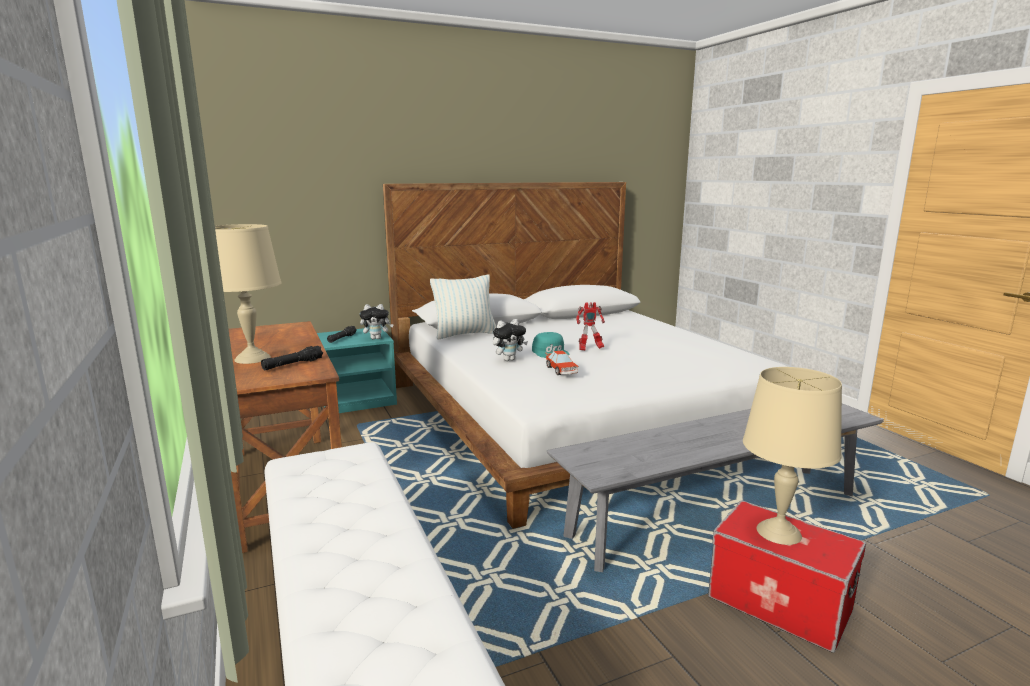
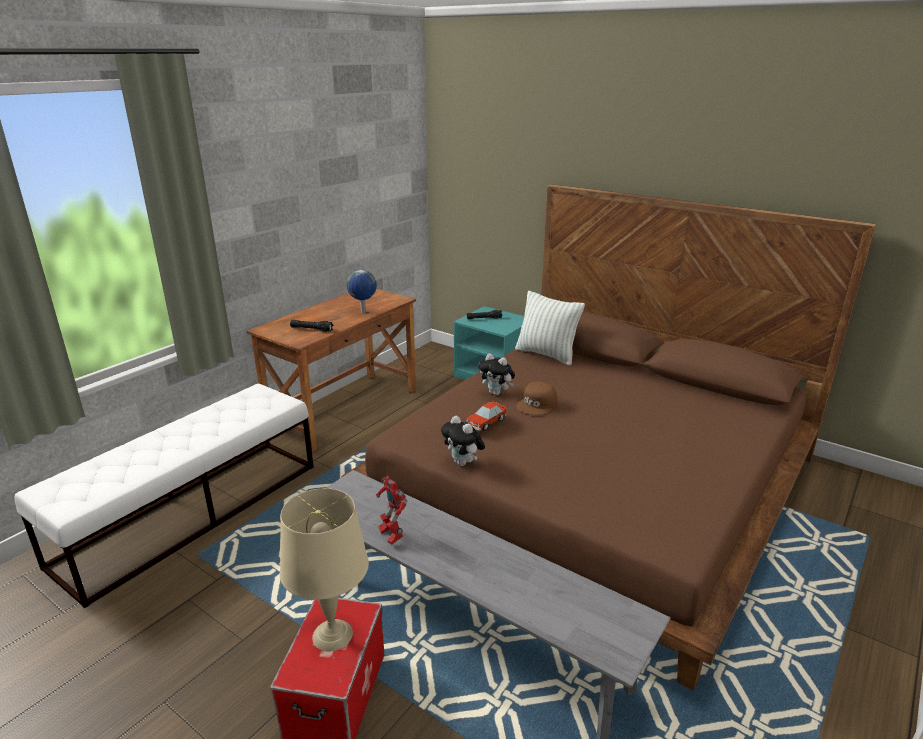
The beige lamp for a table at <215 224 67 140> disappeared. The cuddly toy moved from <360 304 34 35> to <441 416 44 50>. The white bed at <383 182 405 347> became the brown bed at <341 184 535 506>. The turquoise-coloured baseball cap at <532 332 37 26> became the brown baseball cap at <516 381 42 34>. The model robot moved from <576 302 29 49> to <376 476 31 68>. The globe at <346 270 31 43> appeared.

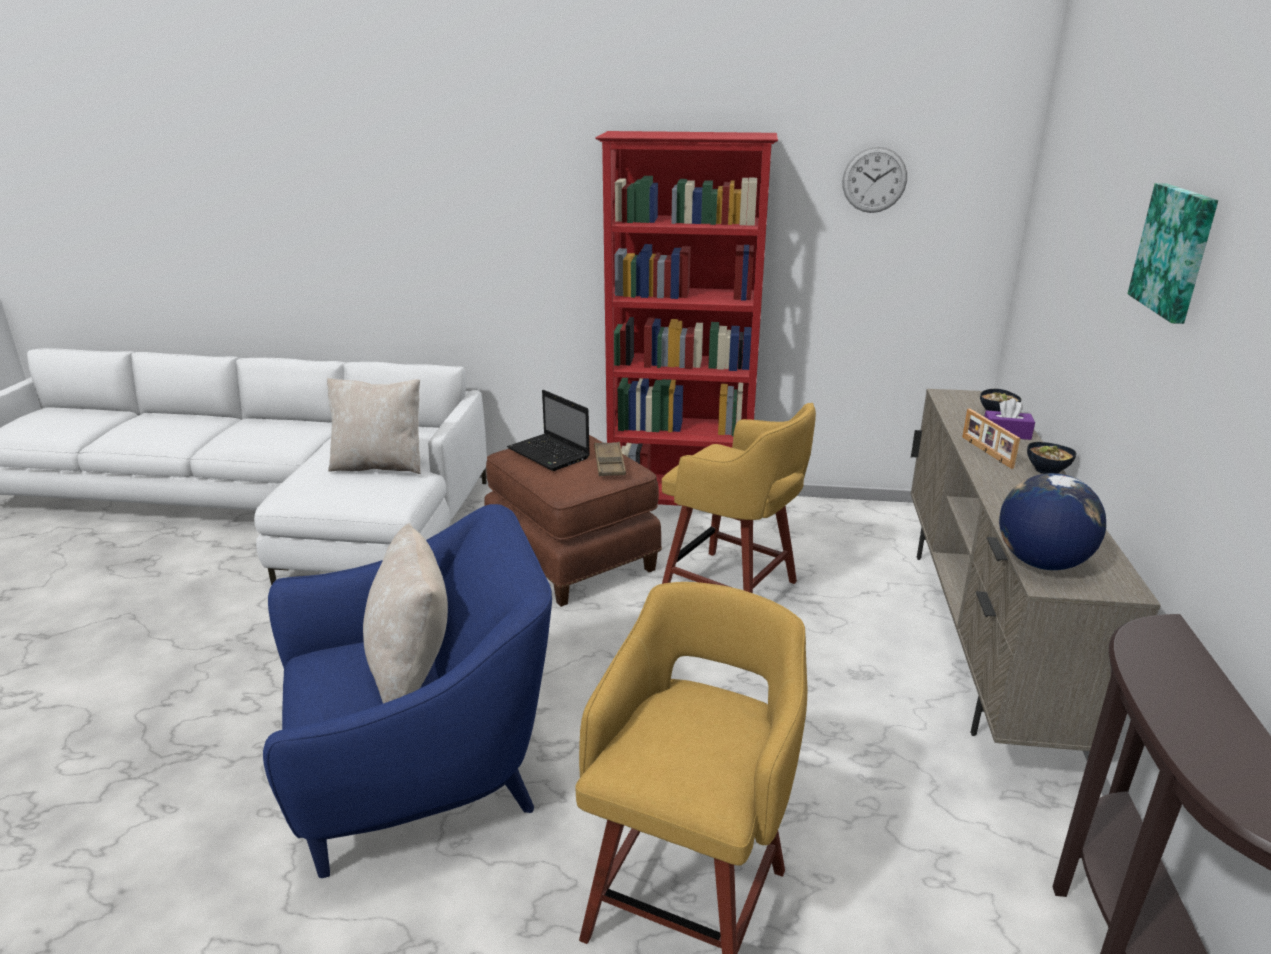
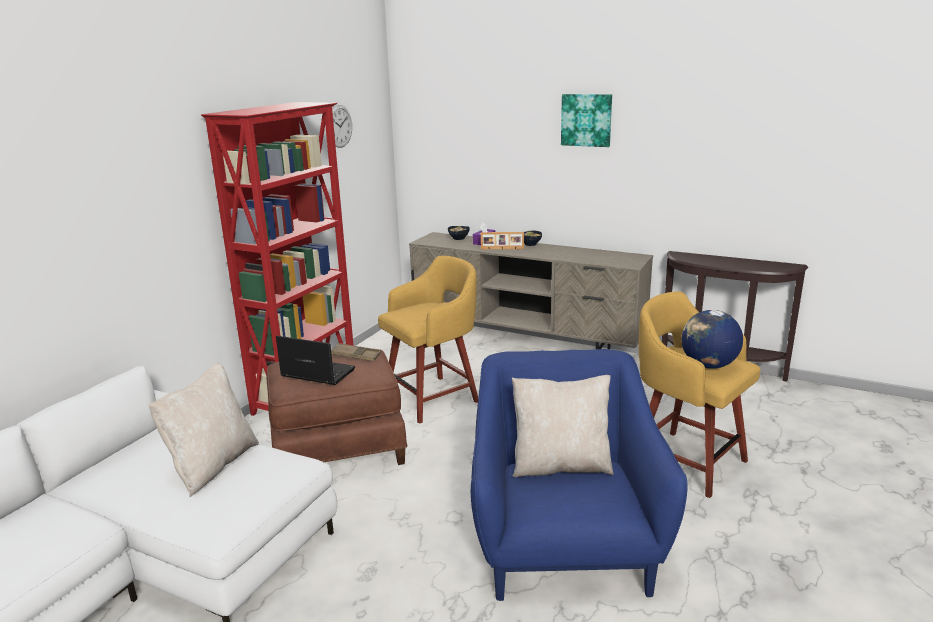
The notebook computer at <507 390 83 81> turned 135 degrees counterclockwise. The globe moved from <999 473 107 97> to <681 310 62 59>.

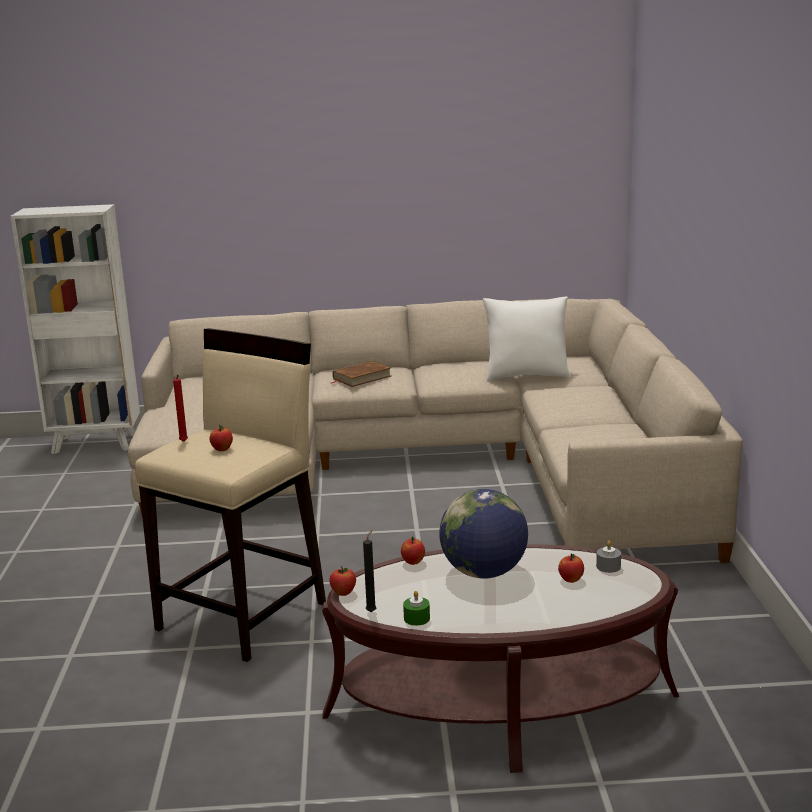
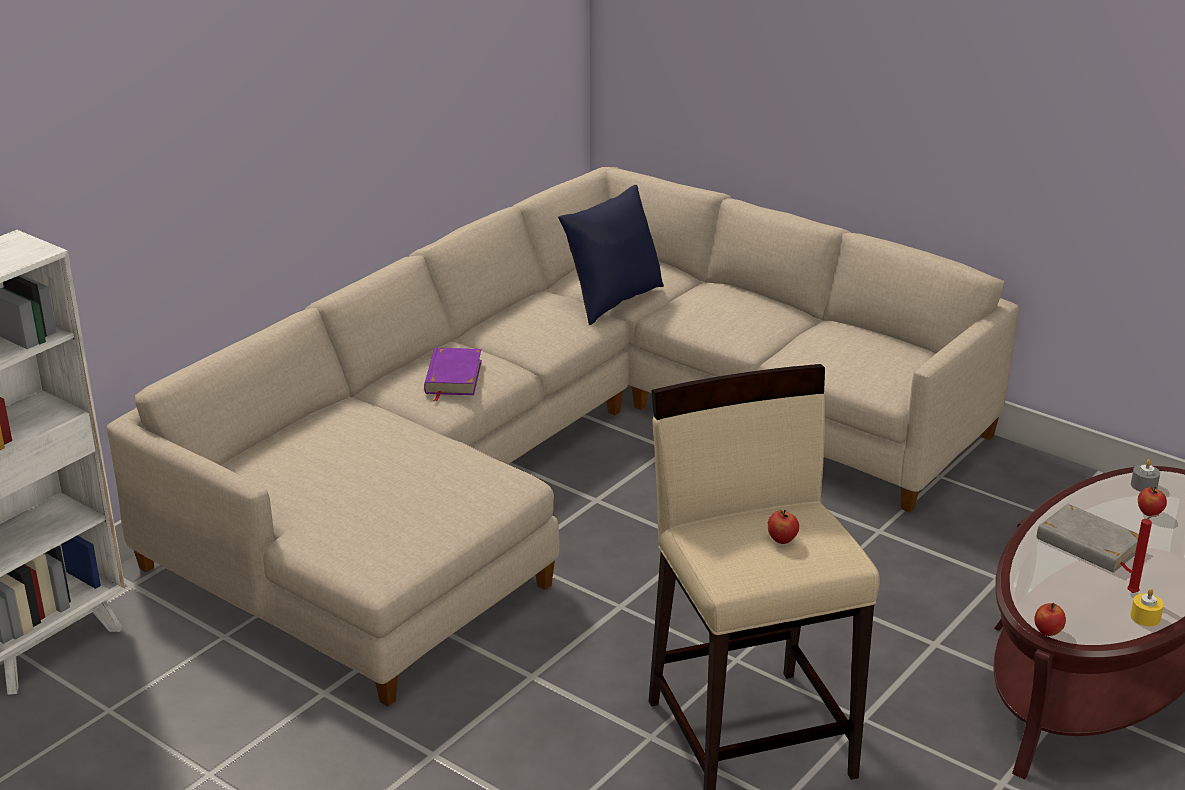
The reddish candle moved from <173 374 15 68> to <1127 515 32 78>. The brown book at <332 361 59 26> became the purplish book at <424 348 58 53>. The blackish candle at <363 530 13 82> disappeared. The apple fruit at <401 536 24 29> disappeared. The greenish candle at <403 591 27 35> became the yellow candle at <1130 589 34 37>. The globe at <439 489 89 90> was replaced by the grey book at <1037 504 102 69>. The white throw pillow at <483 297 88 85> became the blue-coloured throw pillow at <558 185 106 140>.

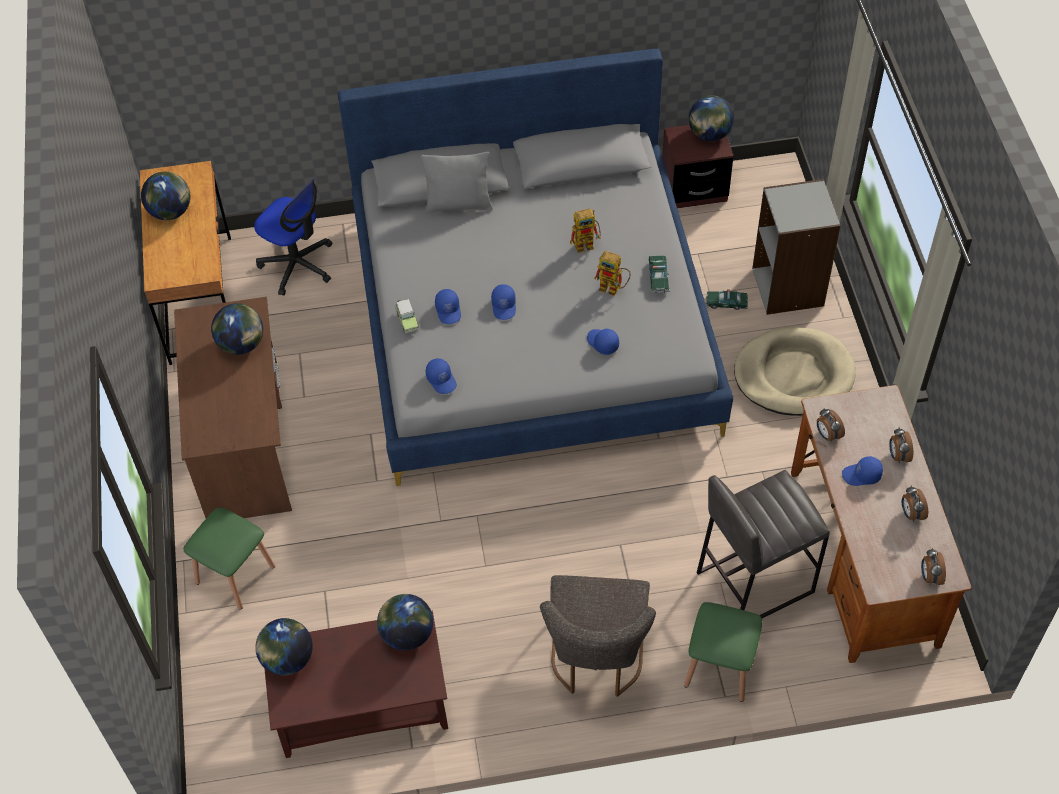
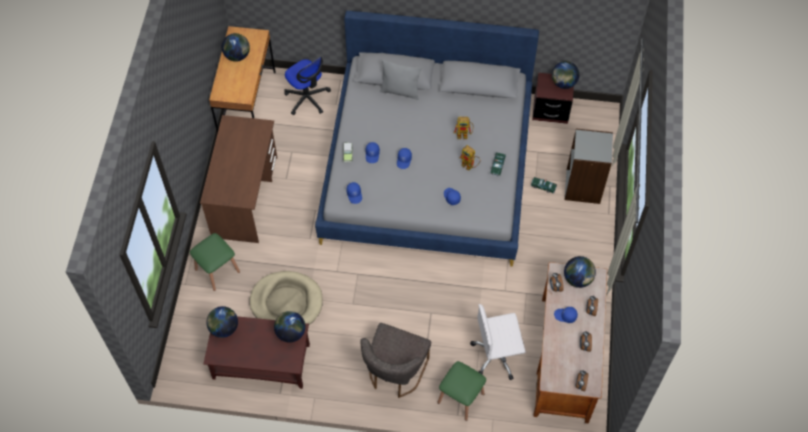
The globe moved from <211 303 52 52> to <564 256 32 32>. The grey stool at <697 470 133 148> was replaced by the white computer chair at <470 304 56 76>. The beige pet bed moved from <734 327 122 89> to <250 271 73 54>.

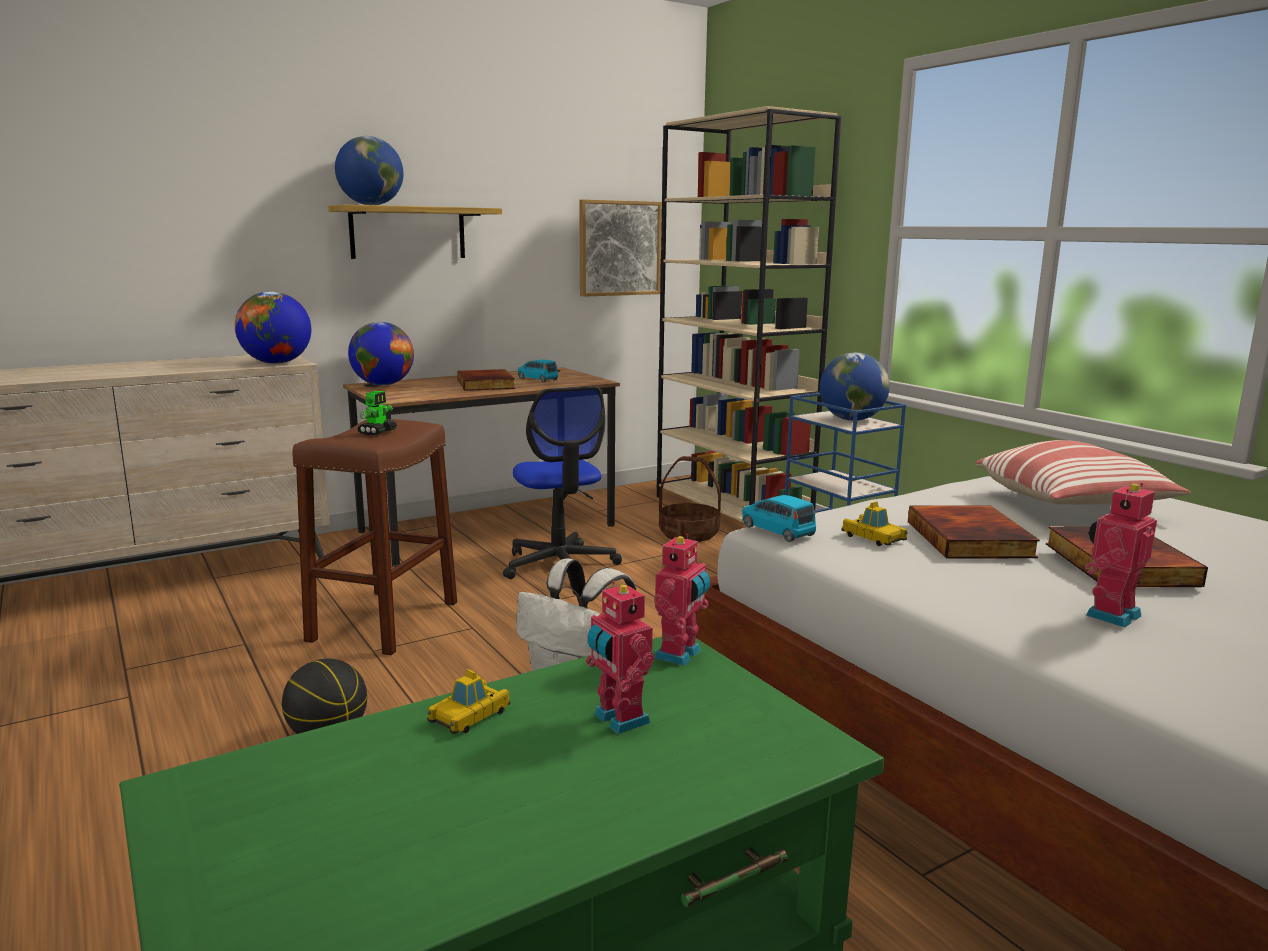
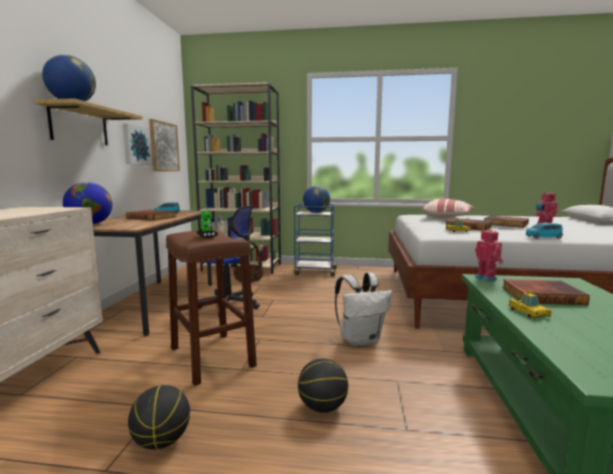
The globe at <235 291 76 73> disappeared. The model robot at <586 581 68 153> was replaced by the book at <502 279 88 26>. The blue-coloured toy car moved from <742 495 74 47> to <526 223 37 16>. The wall art at <123 123 29 42> appeared. The basketball ball at <128 385 62 64> appeared.

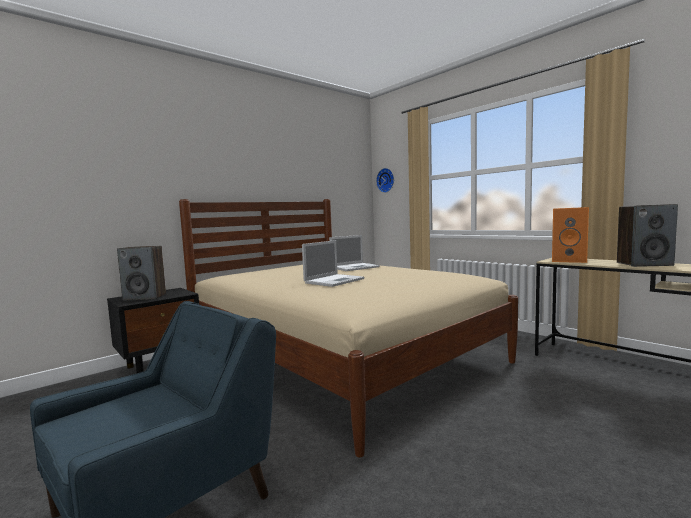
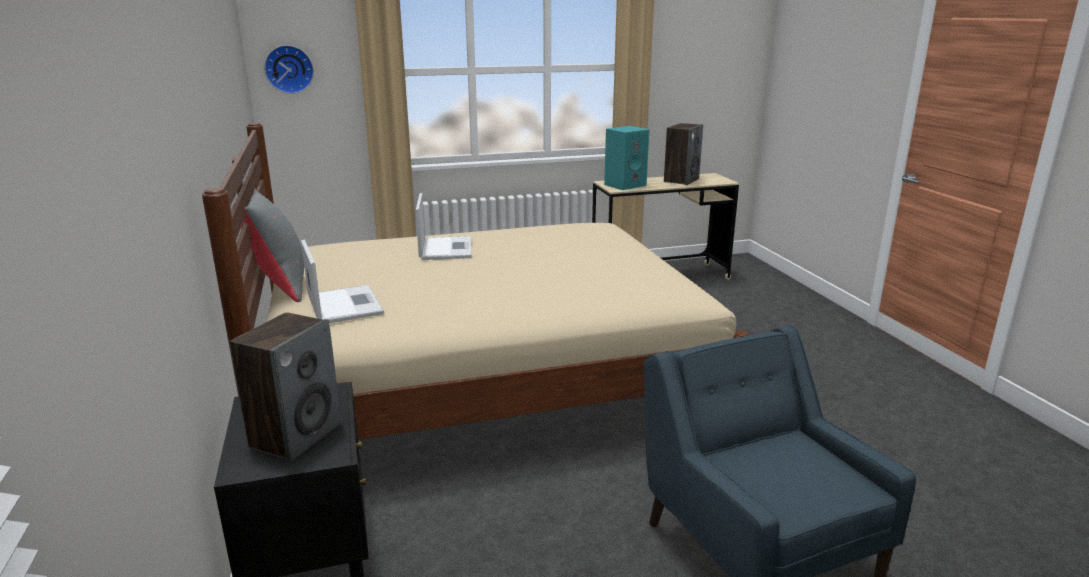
The notebook computer moved from <302 240 62 47> to <301 240 83 83>. The orange-coloured audio speaker at <552 207 37 56> became the turquoise-coloured audio speaker at <604 126 45 64>. The grey throw pillow at <241 189 63 113> appeared.

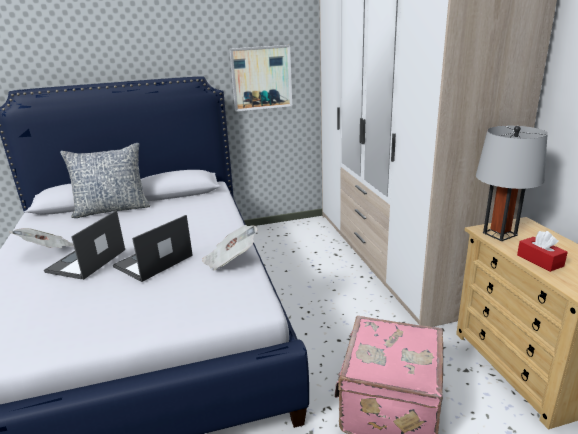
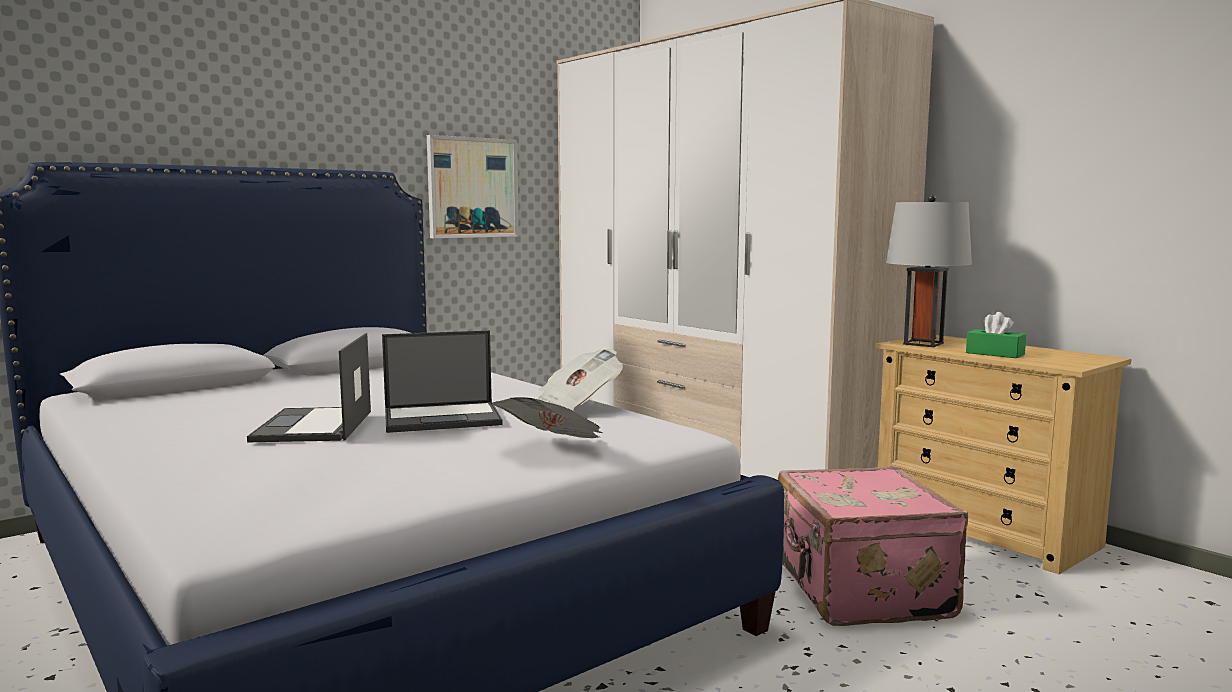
The newspaper moved from <9 228 65 20> to <492 397 111 41>. The throw pillow at <60 143 90 75> disappeared. The notebook computer at <113 215 80 67> turned 120 degrees counterclockwise. The reddish tissue holder at <517 231 51 41> became the greenish tissue holder at <966 312 60 46>.

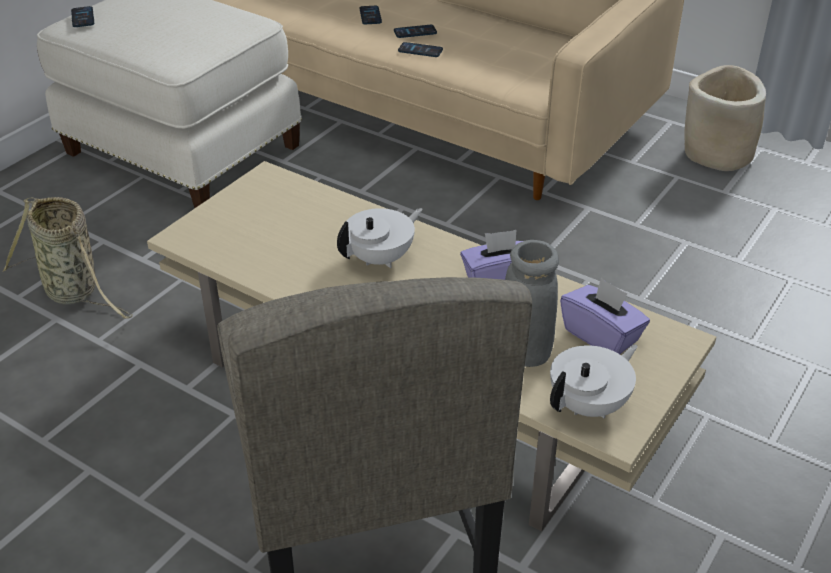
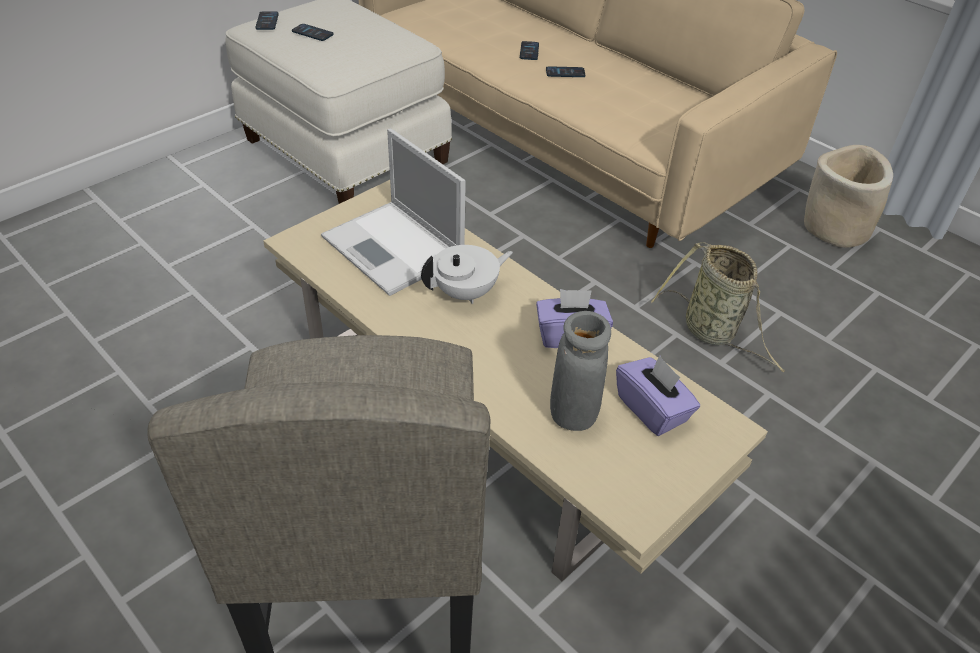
The basket moved from <3 197 130 122> to <651 242 134 130>. The phone moved from <398 42 45 15> to <292 24 42 17>. The white teapot at <550 344 88 74> disappeared. The notebook computer at <321 129 145 167> appeared.

